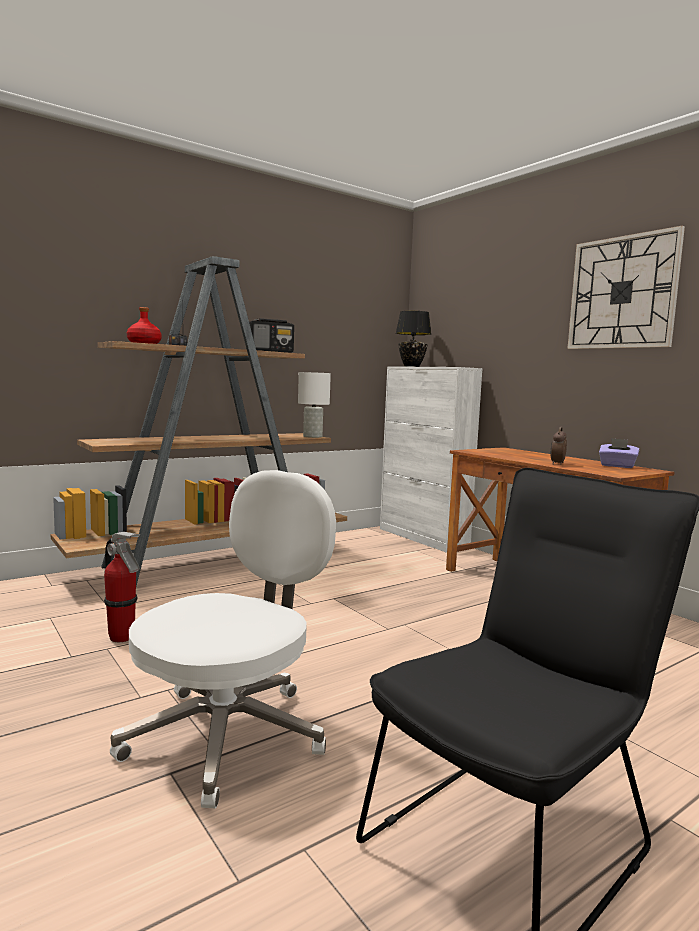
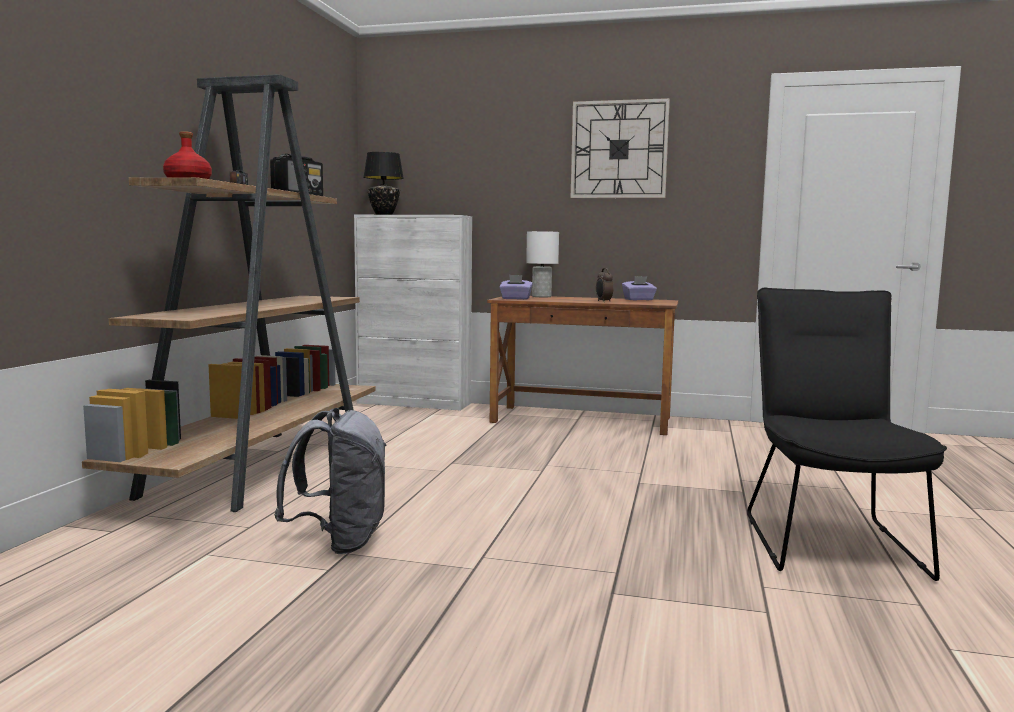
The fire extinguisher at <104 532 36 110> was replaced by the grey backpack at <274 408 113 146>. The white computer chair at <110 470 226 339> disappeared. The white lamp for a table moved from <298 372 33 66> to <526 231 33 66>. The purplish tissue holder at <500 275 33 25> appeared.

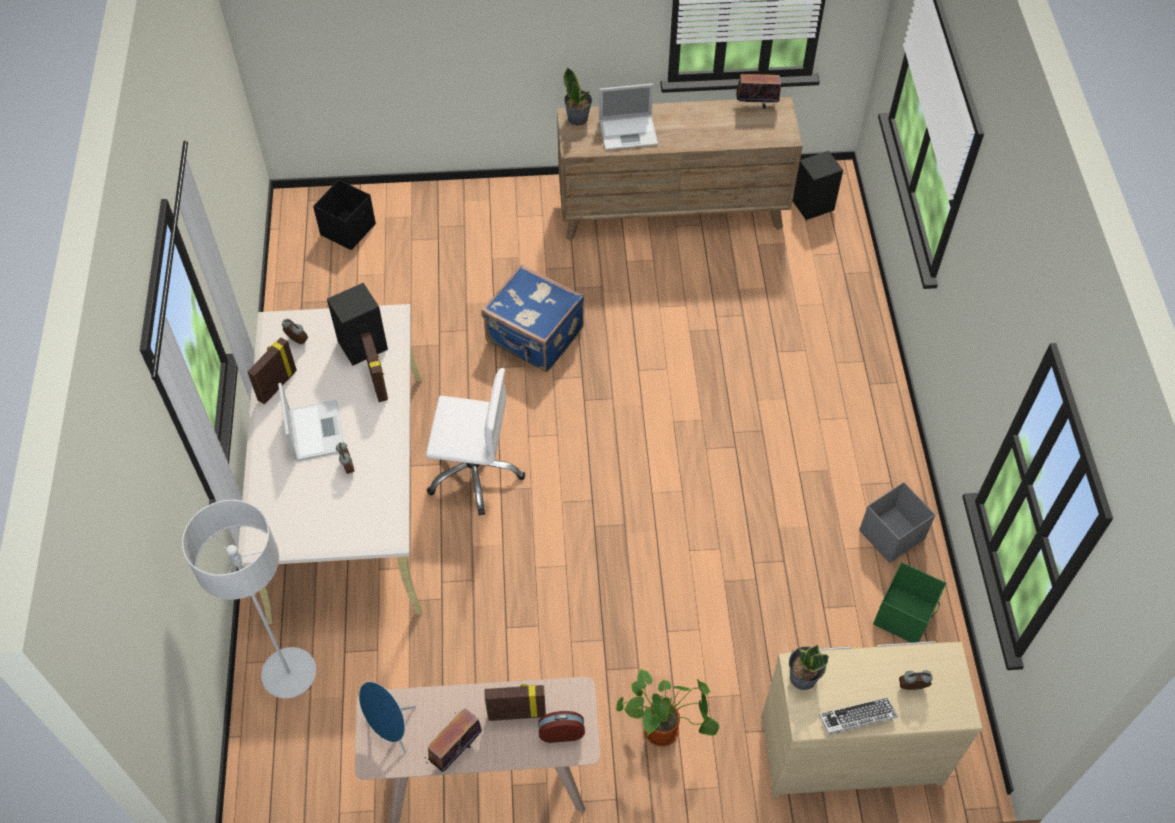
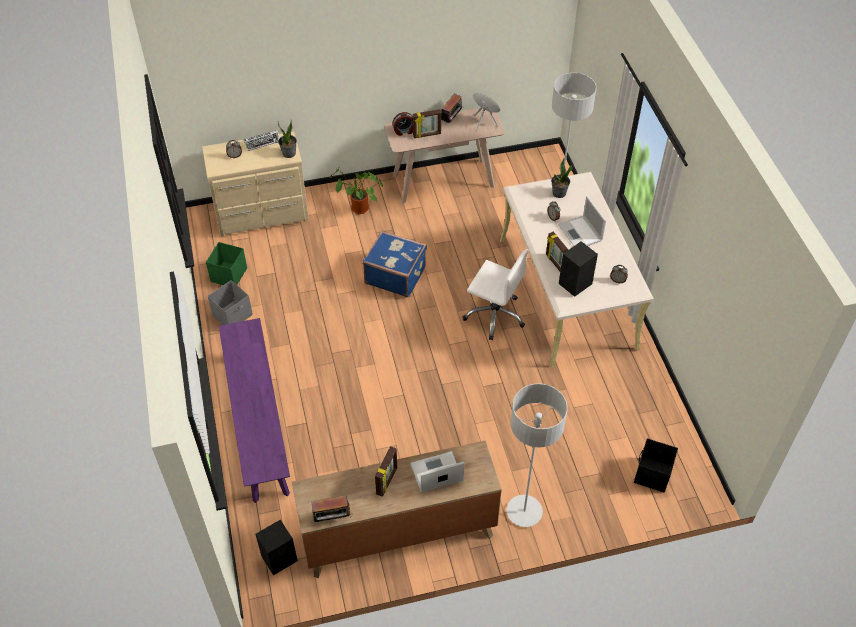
The standing frame moved from <247 337 50 67> to <375 446 22 51>. The white computer chair at <426 368 99 147> turned 150 degrees counterclockwise. The blue-coloured travel case moved from <481 264 103 108> to <363 231 64 66>. The potted plant moved from <563 67 29 58> to <551 159 22 39>. The purplish indoor bench at <219 318 71 185> appeared. The grey standing lamp at <507 383 61 144> appeared.

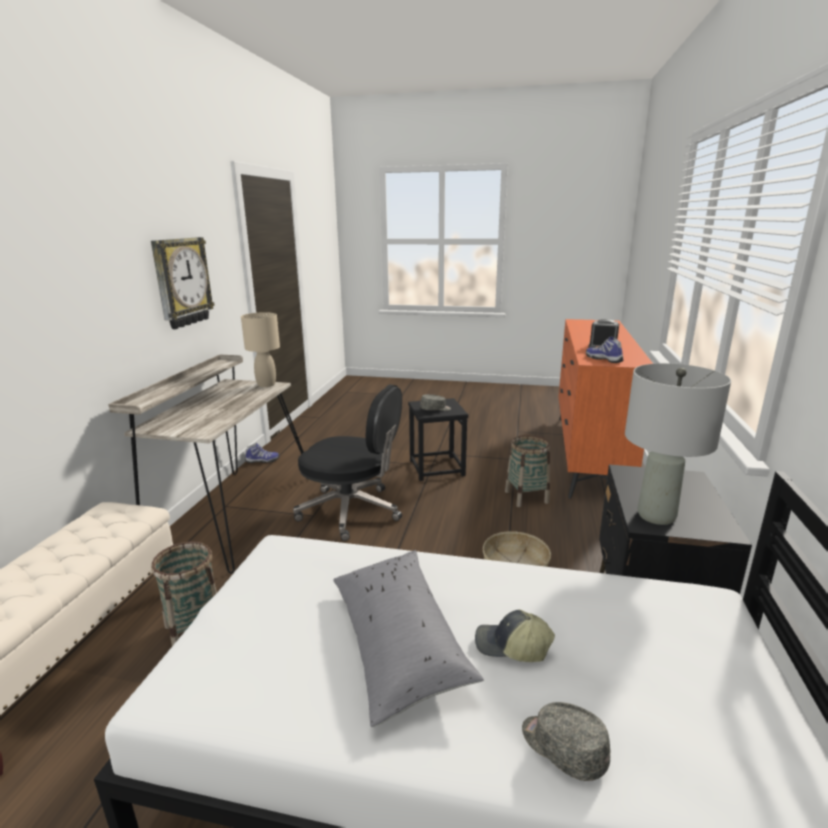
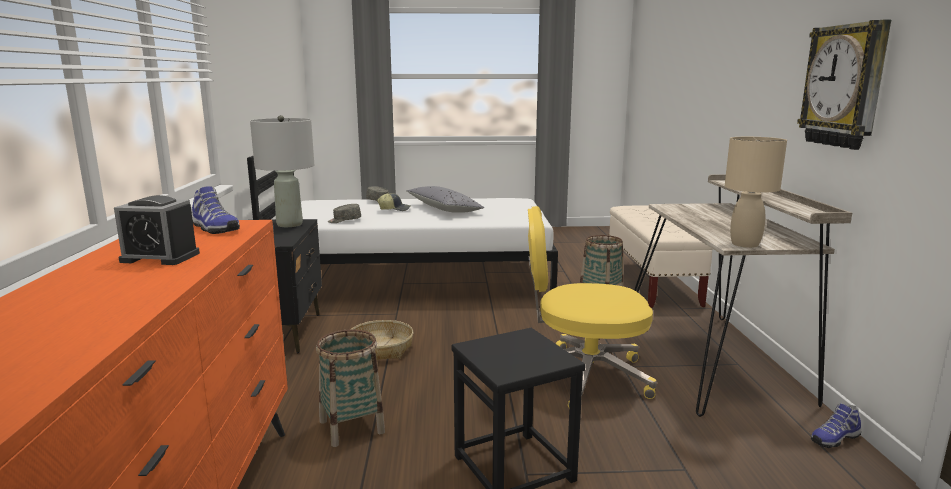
The blackish computer chair at <293 384 109 157> became the yellow computer chair at <528 206 129 201>. The grey baseball cap moved from <420 394 31 17> to <328 204 33 19>.

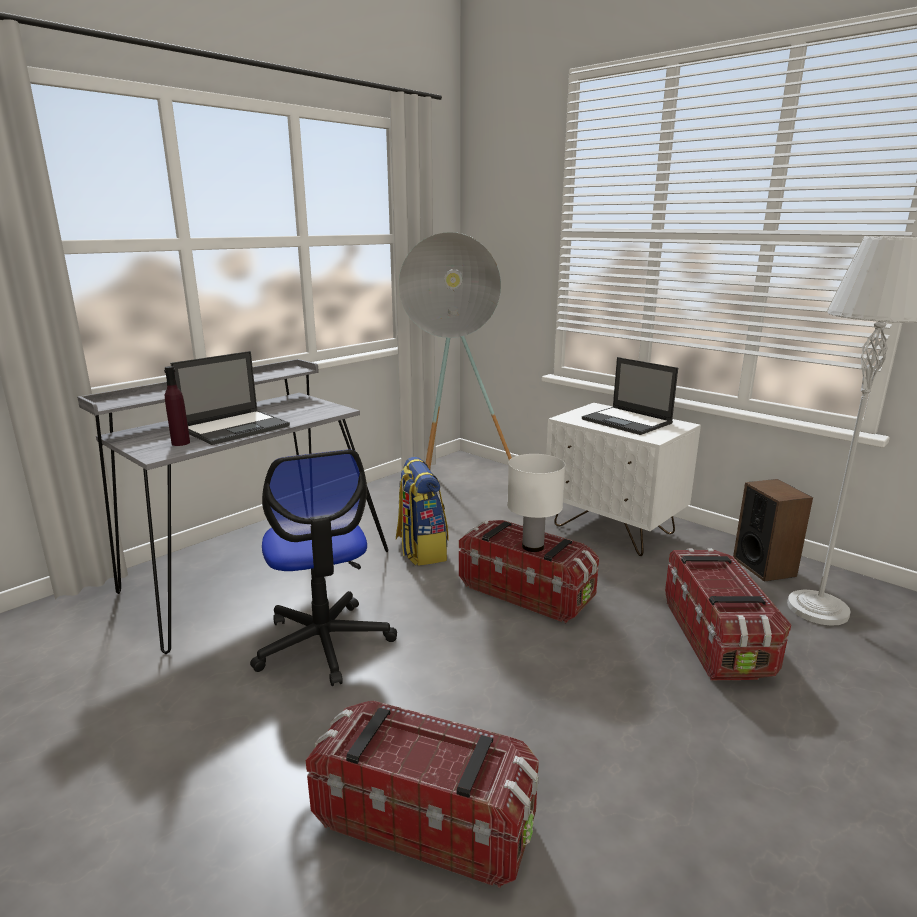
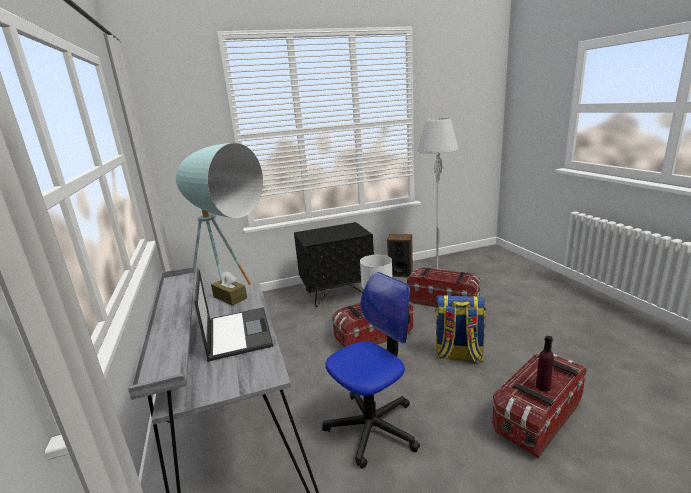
The purplish bottle moved from <164 366 26 80> to <536 336 18 56>. The computer chair at <250 449 147 237> turned 45 degrees counterclockwise. The backpack moved from <396 457 53 109> to <435 295 51 67>. The white bedside table at <546 403 155 153> became the blackish bedside table at <294 222 80 85>. The notebook computer at <582 357 96 78> disappeared. The brown tissue holder at <211 271 36 35> appeared.

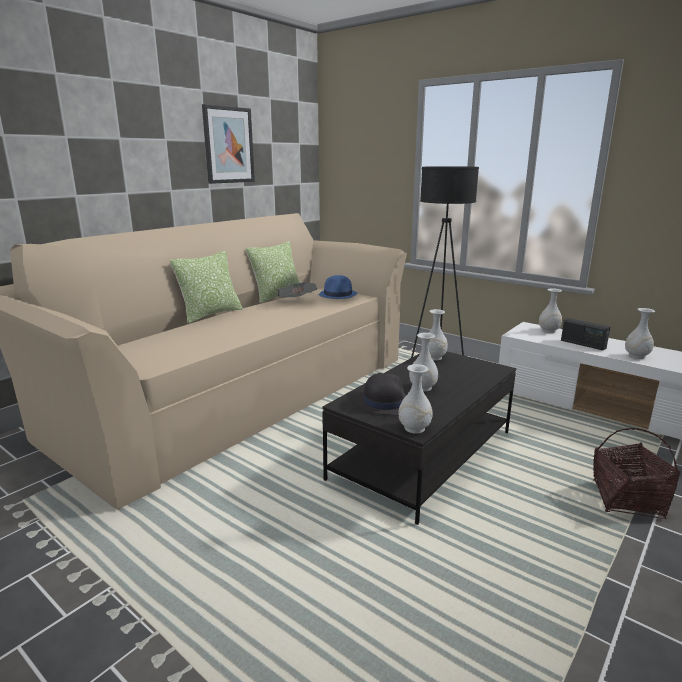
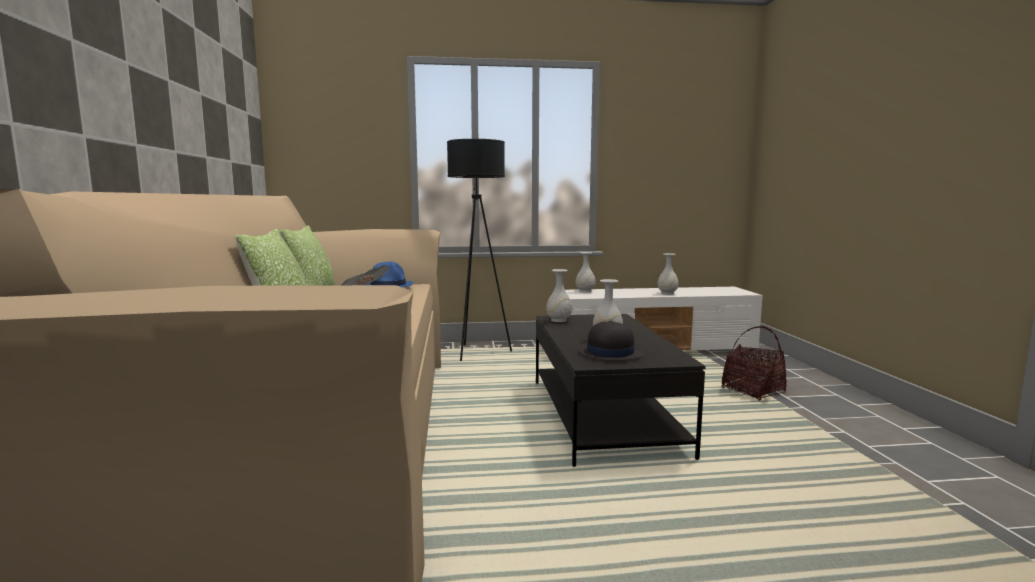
The wall art at <202 104 53 80> disappeared. The white vase at <398 364 35 70> disappeared. The radio set at <561 318 49 32> disappeared.

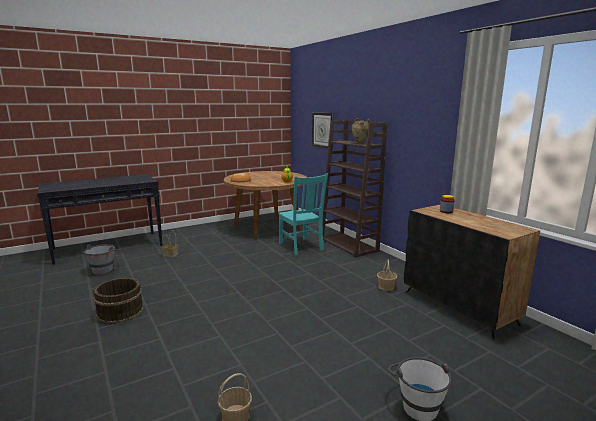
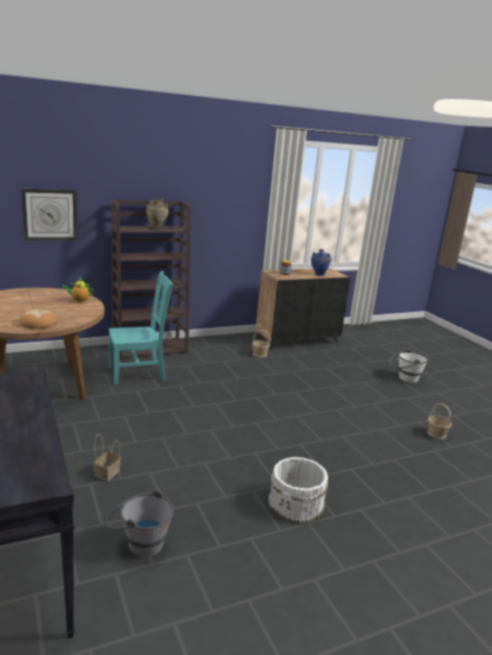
The brown pail at <93 278 51 46> became the white pail at <268 457 60 66>. The blue-coloured vase at <311 249 20 27> appeared.

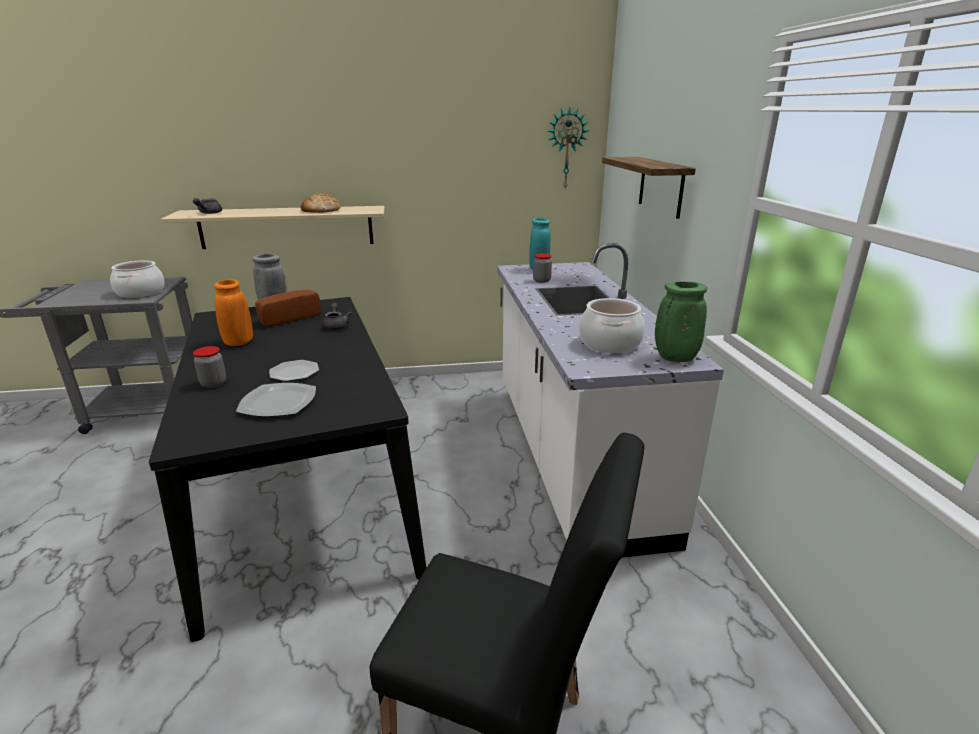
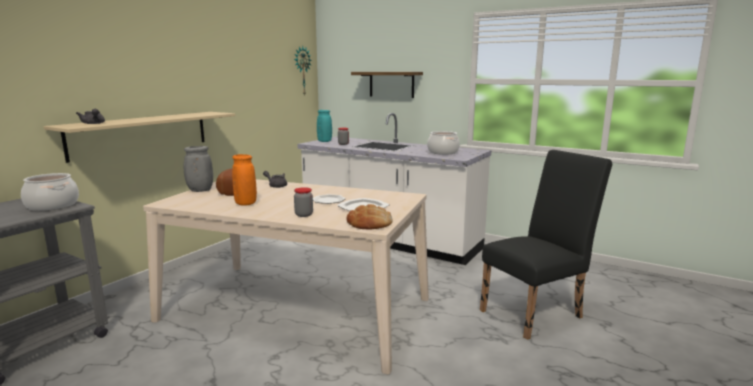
The blackish dinner table at <149 297 278 345> became the beige dinner table at <143 179 286 195>. The baked bread moved from <300 193 40 20> to <346 204 47 26>. The greenish vase at <655 281 52 81> disappeared.

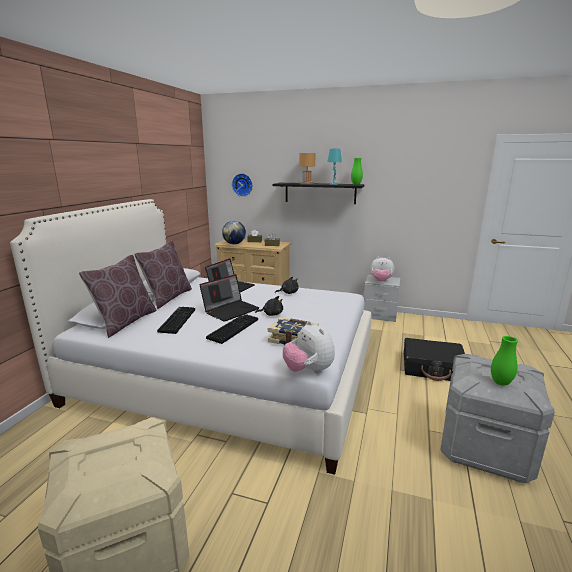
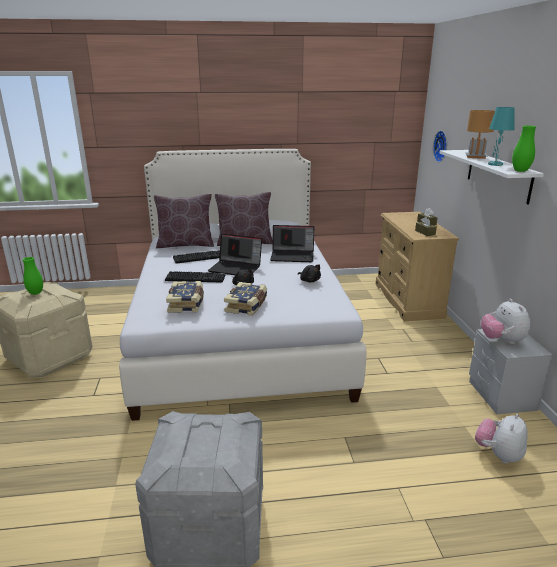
The globe at <222 221 24 23> disappeared. The blackish shelf at <273 183 91 21> became the white shelf at <439 150 105 55>. The cuddly toy moved from <283 321 52 53> to <475 414 53 49>. The blackish travel case at <404 338 61 43> disappeared. The greenish vase moved from <491 336 27 50> to <23 257 20 38>. The book at <224 282 43 34> appeared.

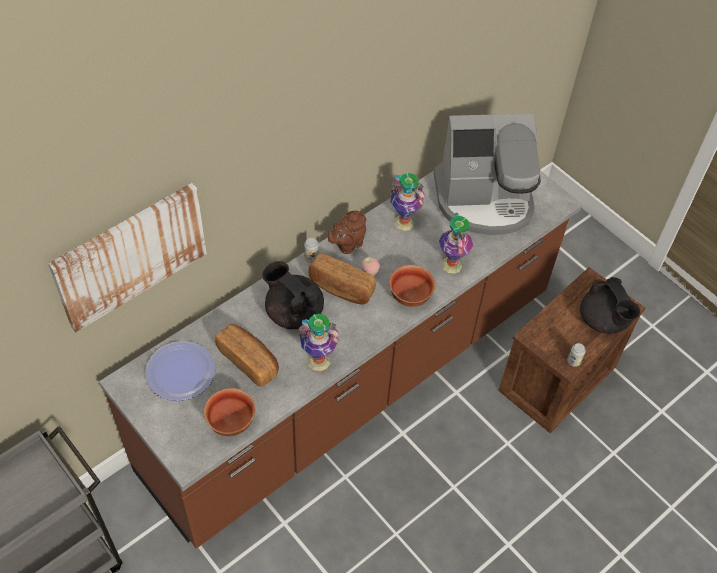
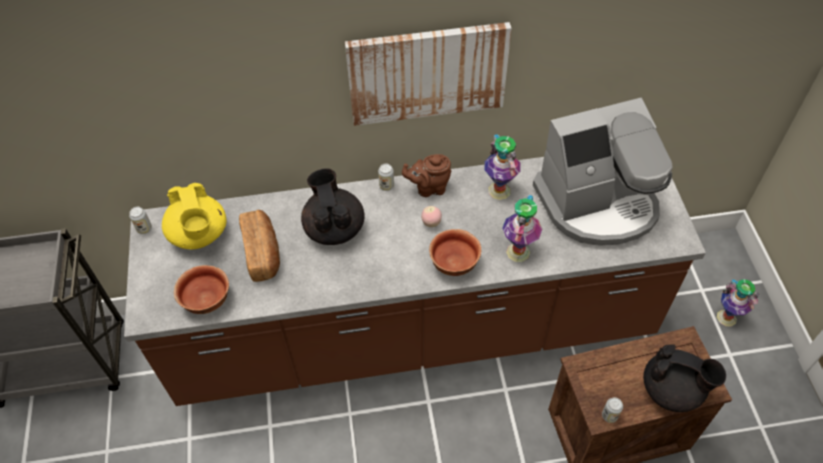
The wall art moved from <48 183 159 149> to <345 22 167 104>. The dinner plate at <145 341 70 60> was replaced by the yellow teapot at <162 183 64 66>. The vase moved from <299 314 40 57> to <717 279 42 48>. The baked bread at <309 254 67 51> disappeared. The coffee machine at <434 114 107 122> turned 45 degrees counterclockwise. The blackish teapot at <580 277 60 57> turned 75 degrees counterclockwise. The can at <129 207 23 27> appeared.

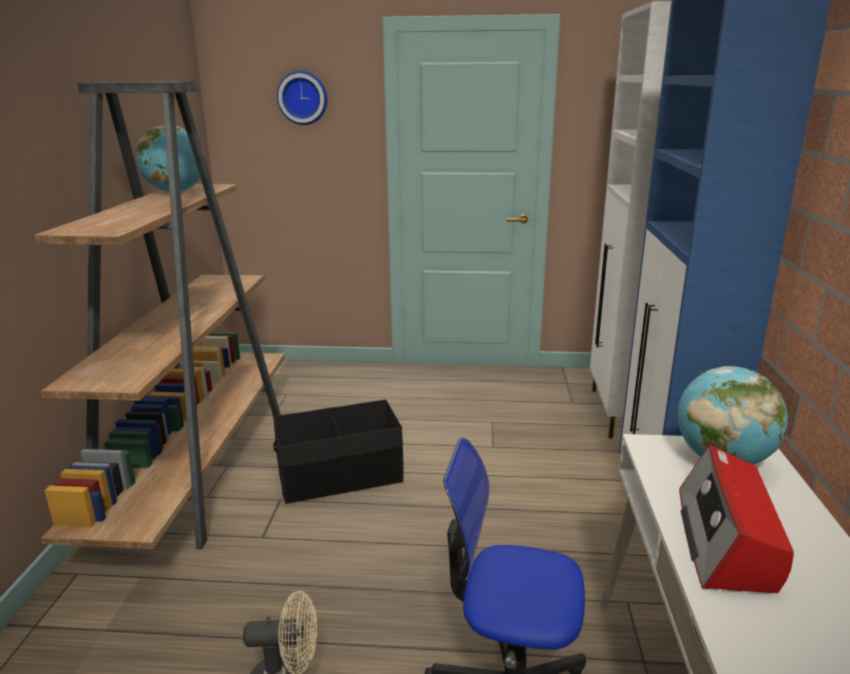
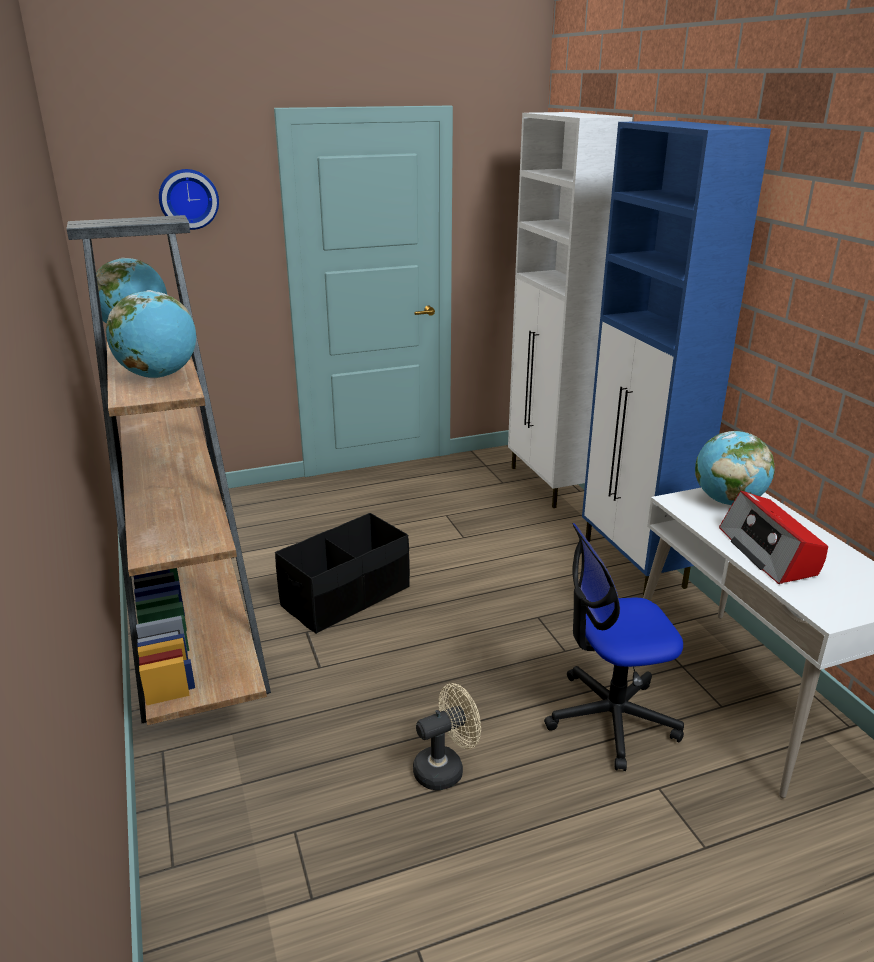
The globe at <106 290 90 88> appeared.

